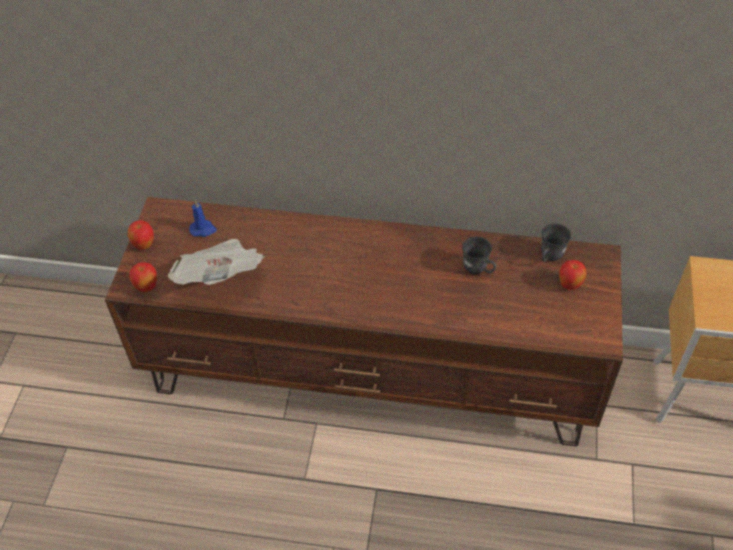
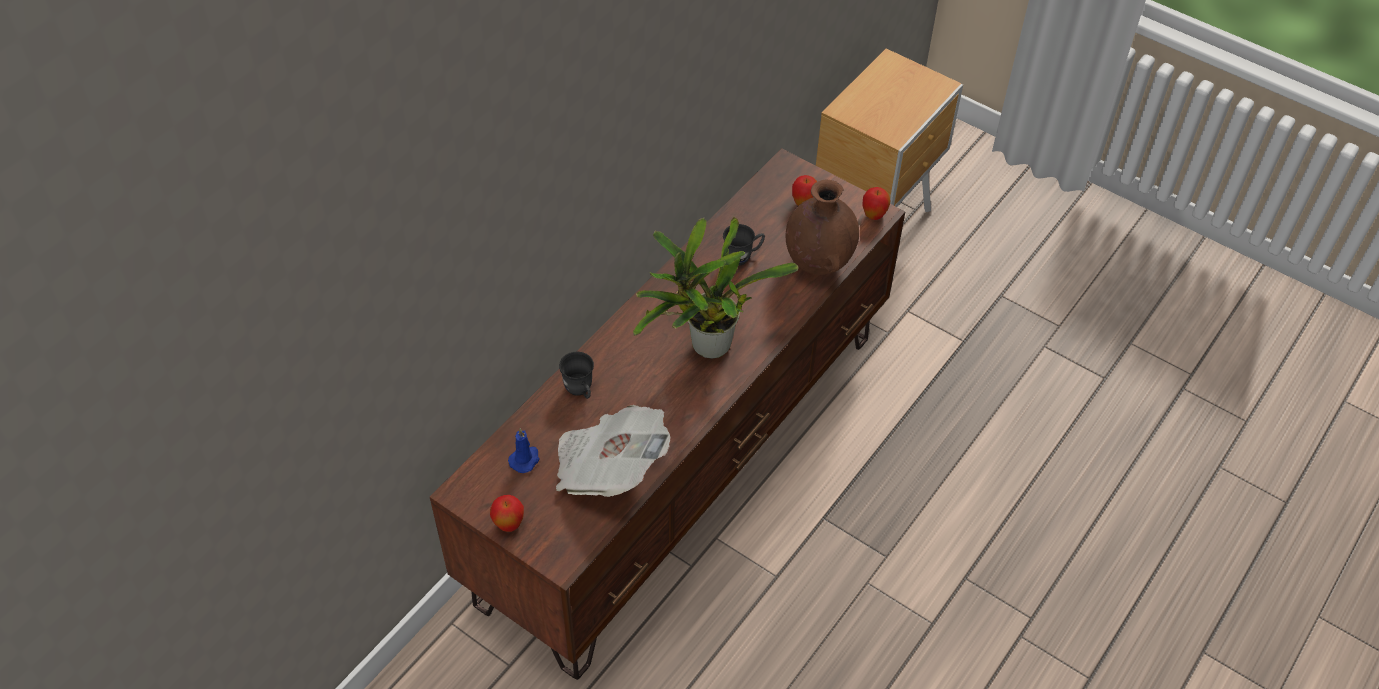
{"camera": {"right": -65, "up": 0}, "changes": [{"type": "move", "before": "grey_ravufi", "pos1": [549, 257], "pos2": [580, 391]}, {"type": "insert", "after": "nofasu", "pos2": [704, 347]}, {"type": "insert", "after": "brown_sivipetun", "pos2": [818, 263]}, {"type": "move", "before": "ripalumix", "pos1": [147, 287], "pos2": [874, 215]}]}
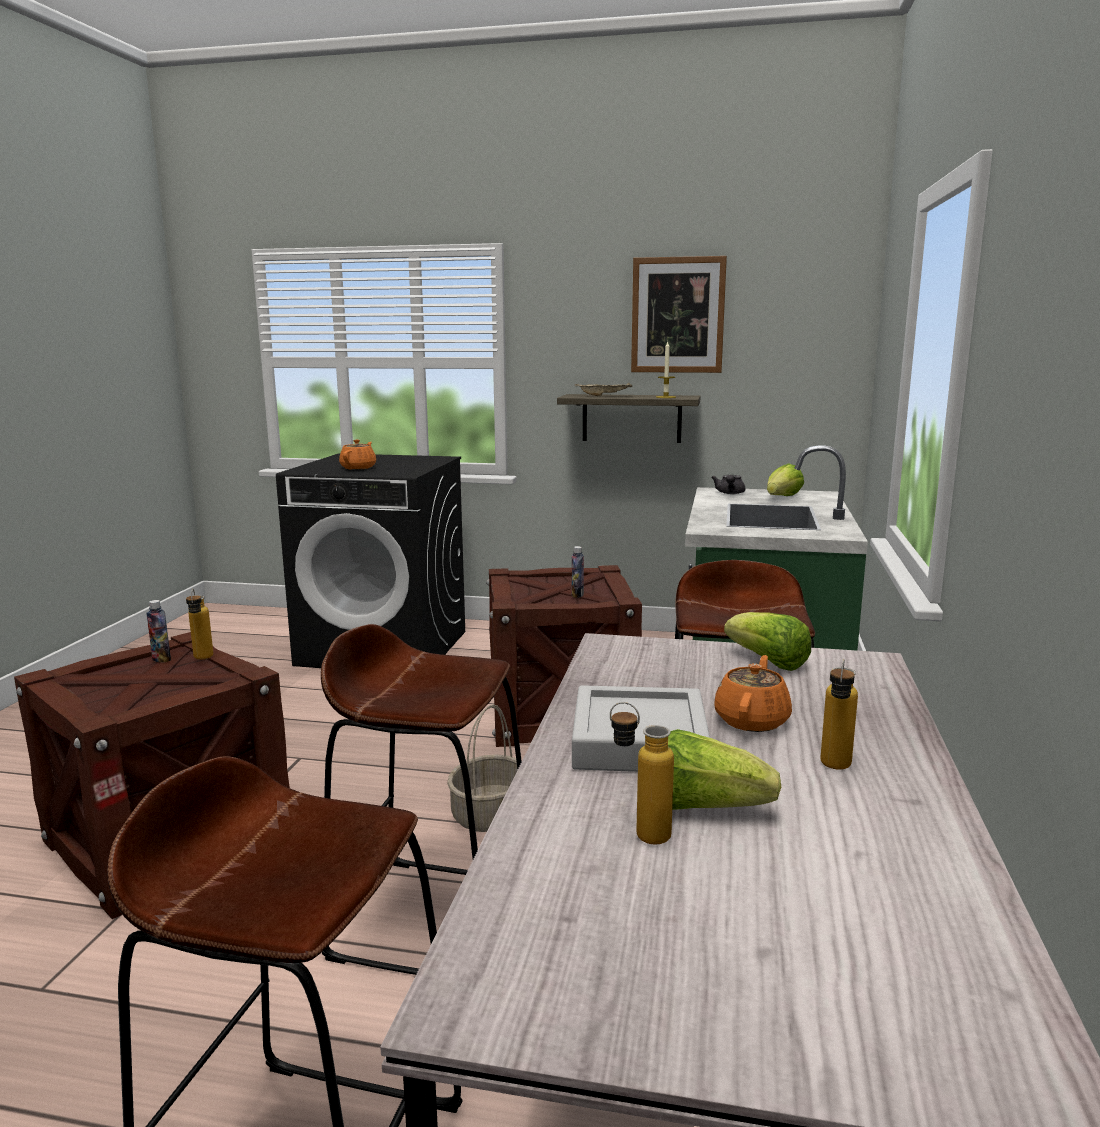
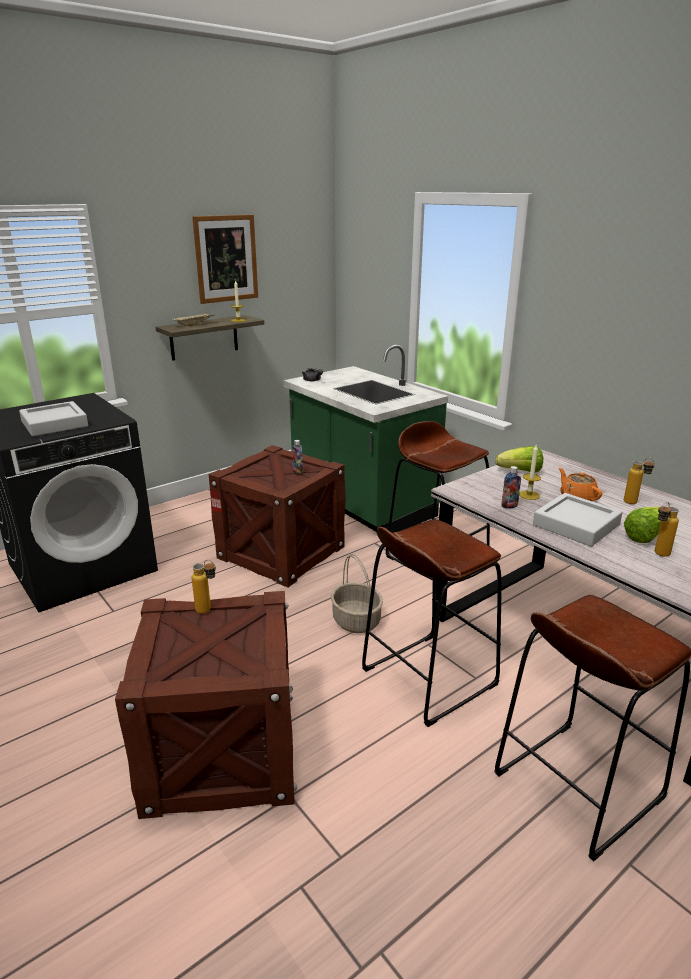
{"camera": {"right": -50, "up": 10}, "changes": [{"type": "replace", "before": "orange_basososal", "after": "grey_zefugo", "pos1": [359, 468], "pos2": [54, 424]}, {"type": "move", "before": "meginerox", "pos1": [161, 659], "pos2": [509, 506]}, {"type": "insert", "after": "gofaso", "pos2": [529, 495]}, {"type": "delete", "before": "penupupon", "pos1": [782, 498]}]}
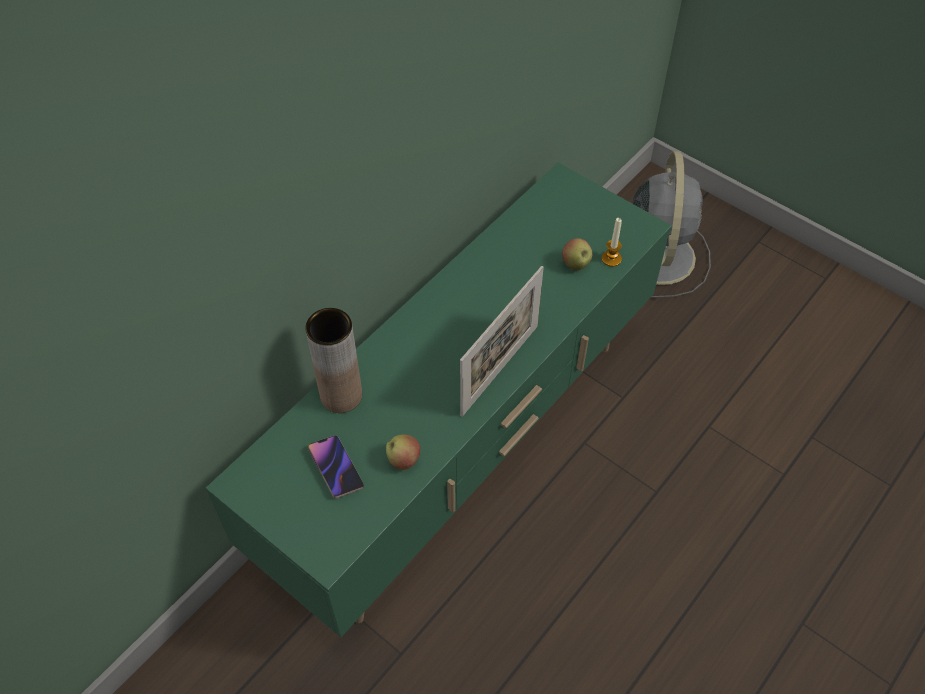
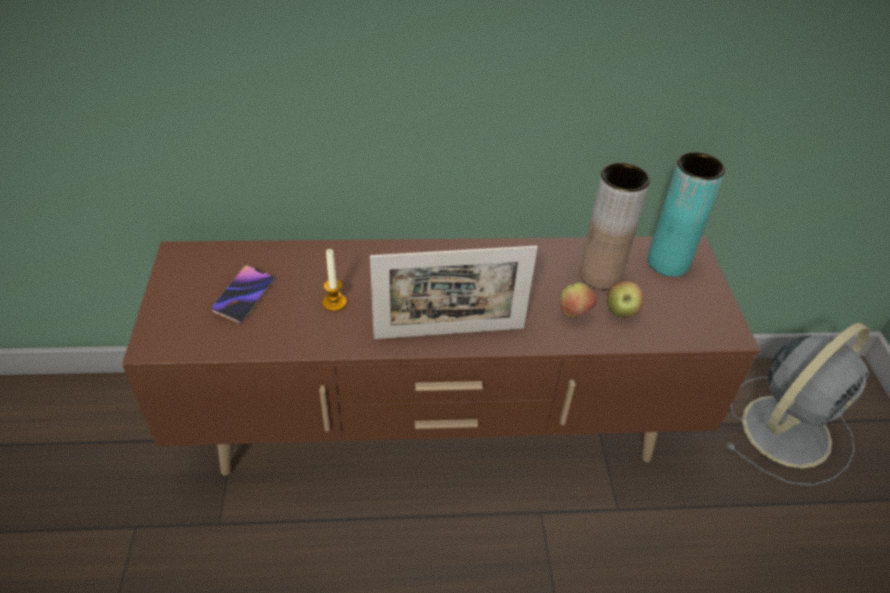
{"camera": {"right": 45, "up": -10}, "changes": [{"type": "recolor", "before": "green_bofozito", "after": "brown_bofozito", "pos1": [462, 449], "pos2": [439, 429]}, {"type": "move", "before": "gofaso", "pos1": [611, 259], "pos2": [334, 303]}, {"type": "move", "before": "ripalumix", "pos1": [404, 460], "pos2": [574, 313]}, {"type": "move", "before": "brown_sivipetun", "pos1": [341, 395], "pos2": [600, 275]}, {"type": "insert", "after": "turquoise_sivipetun", "pos2": [668, 263]}]}
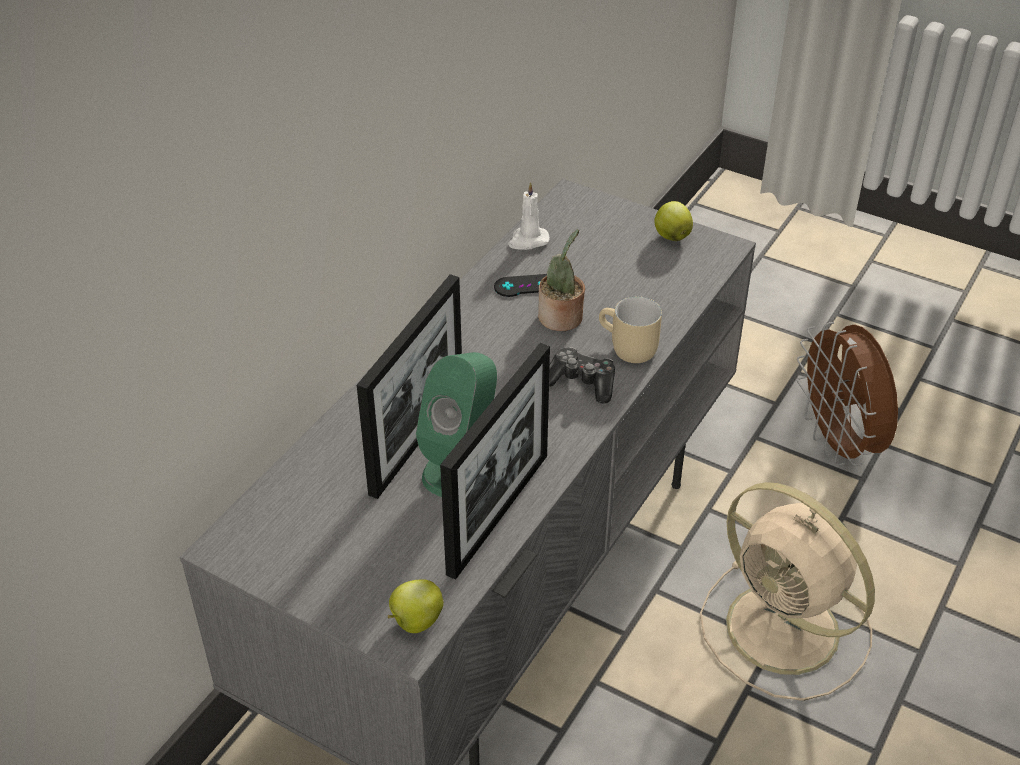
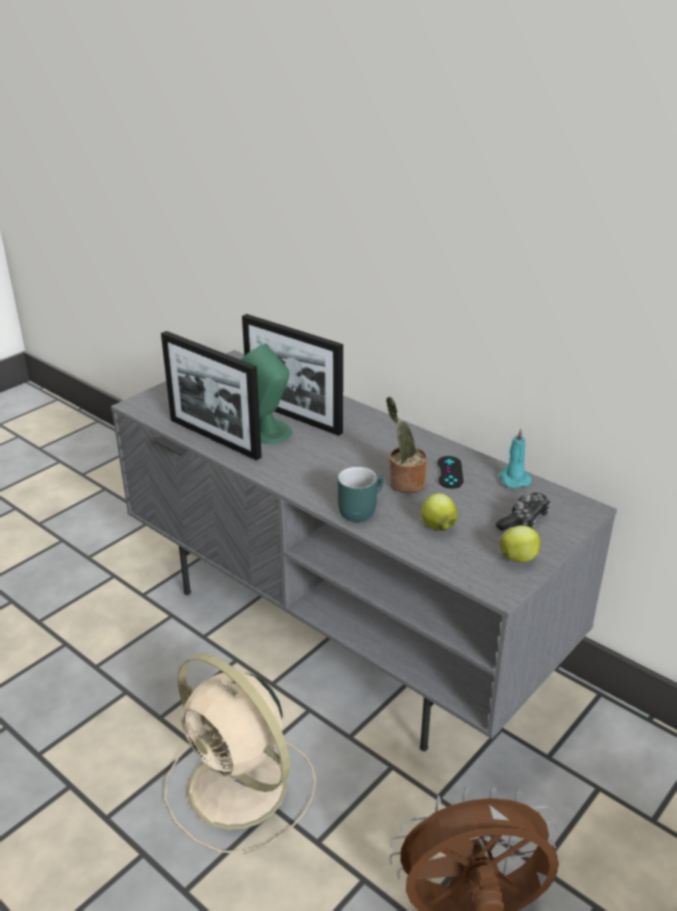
{"camera": {"right": 100, "up": -10}, "changes": [{"type": "rotate", "before": "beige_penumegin", "pos1": [786, 631], "pos2": [241, 789], "turn": -105}, {"type": "recolor", "before": "beige_ravufi", "after": "turquoise_ravufi", "pos1": [626, 349], "pos2": [359, 508]}, {"type": "move", "before": "ripalumix", "pos1": [415, 622], "pos2": [437, 526]}, {"type": "move", "before": "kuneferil", "pos1": [581, 383], "pos2": [524, 520]}, {"type": "recolor", "before": "white_gofaso", "after": "turquoise_gofaso", "pos1": [528, 240], "pos2": [513, 479]}]}
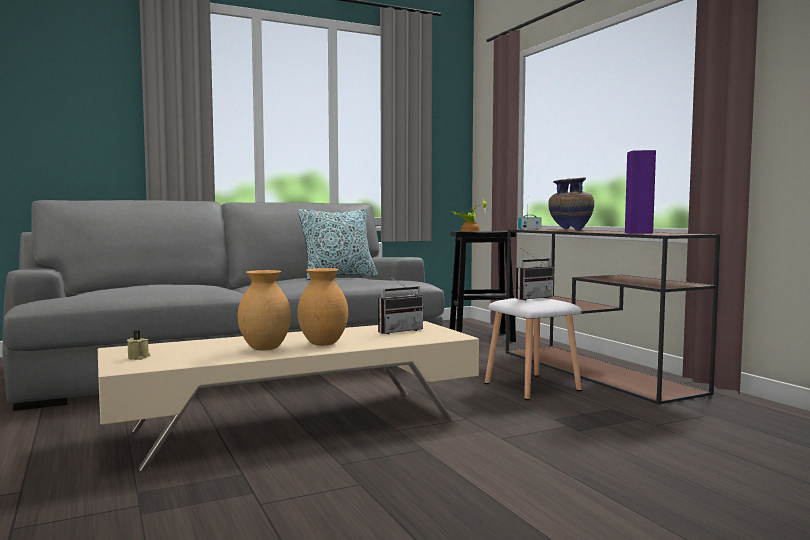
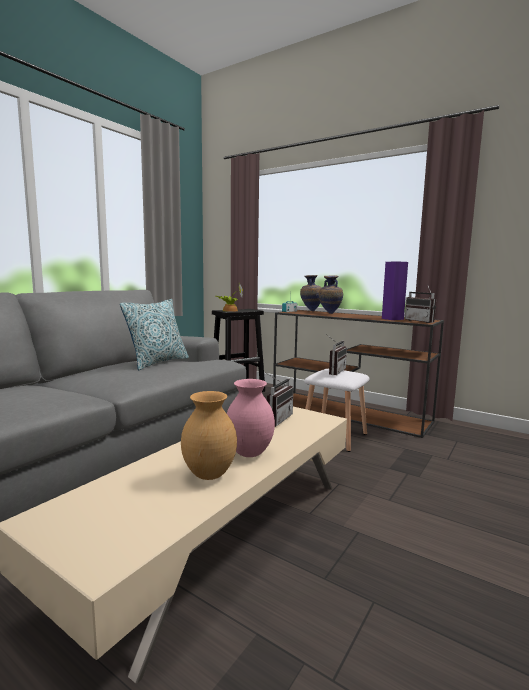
{"camera": {"right": -30, "up": 5}, "changes": [{"type": "recolor", "before": "brown_sivipetun", "after": "pink_sivipetun", "pos1": [322, 344], "pos2": [248, 453]}, {"type": "insert", "after": "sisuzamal", "pos2": [421, 321]}, {"type": "delete", "before": "beige_gofaso", "pos1": [139, 357]}]}
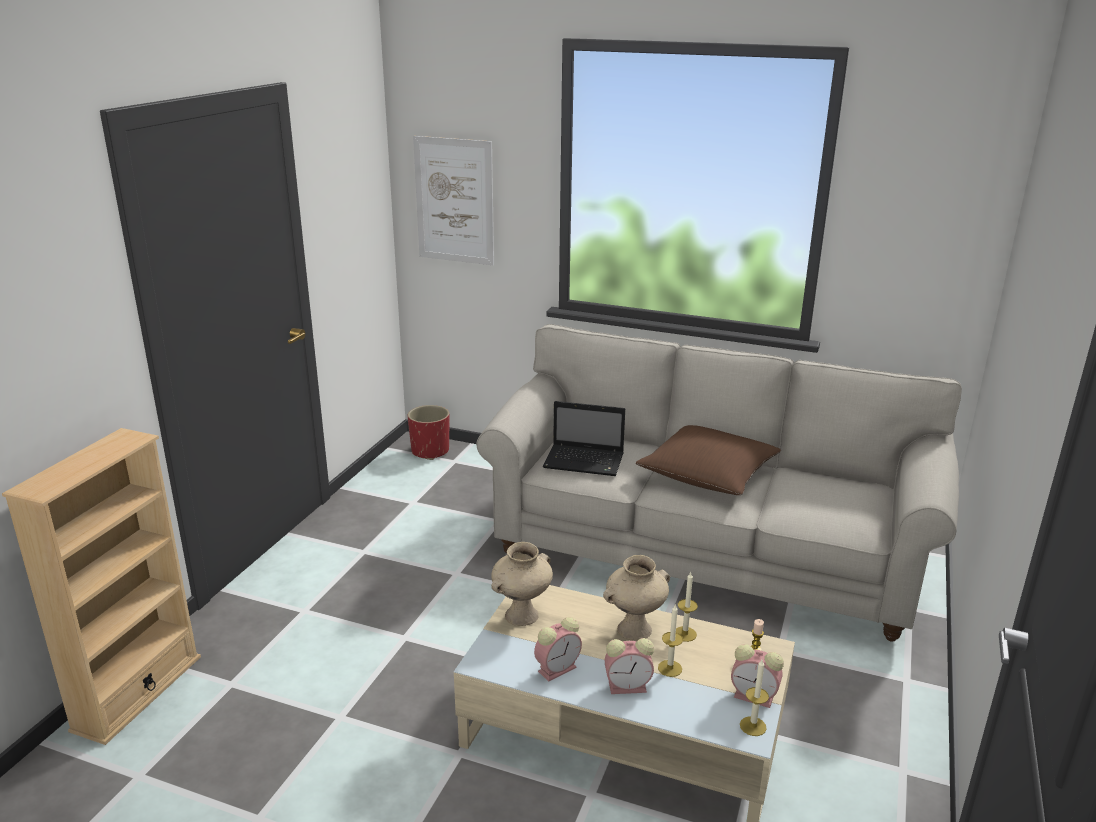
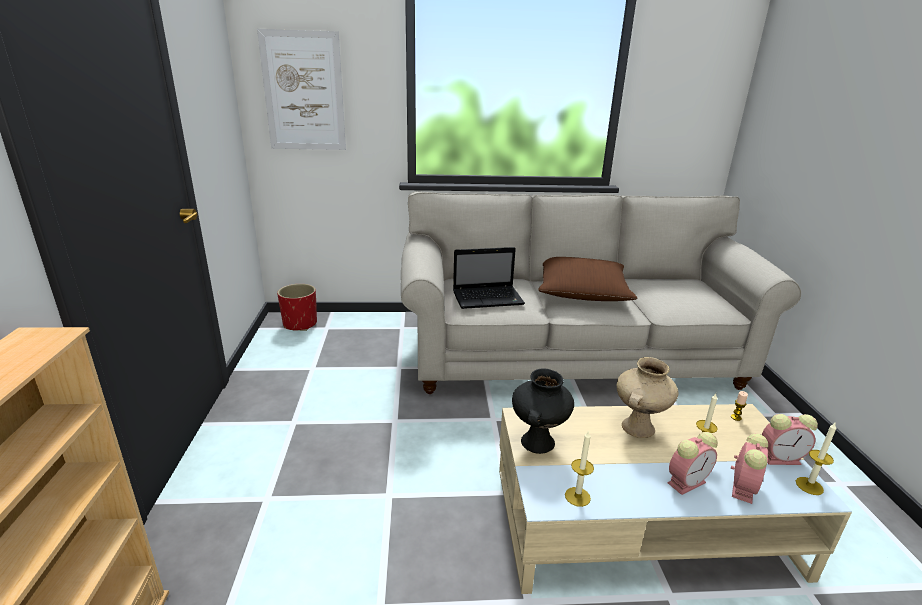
{"camera": {"right": -25, "up": 0}, "changes": [{"type": "recolor", "before": "beige_sivipetun", "after": "black_sivipetun", "pos1": [521, 616], "pos2": [538, 443]}, {"type": "move", "before": "gofaso", "pos1": [685, 634], "pos2": [577, 496]}, {"type": "move", "before": "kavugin", "pos1": [558, 668], "pos2": [742, 487]}]}
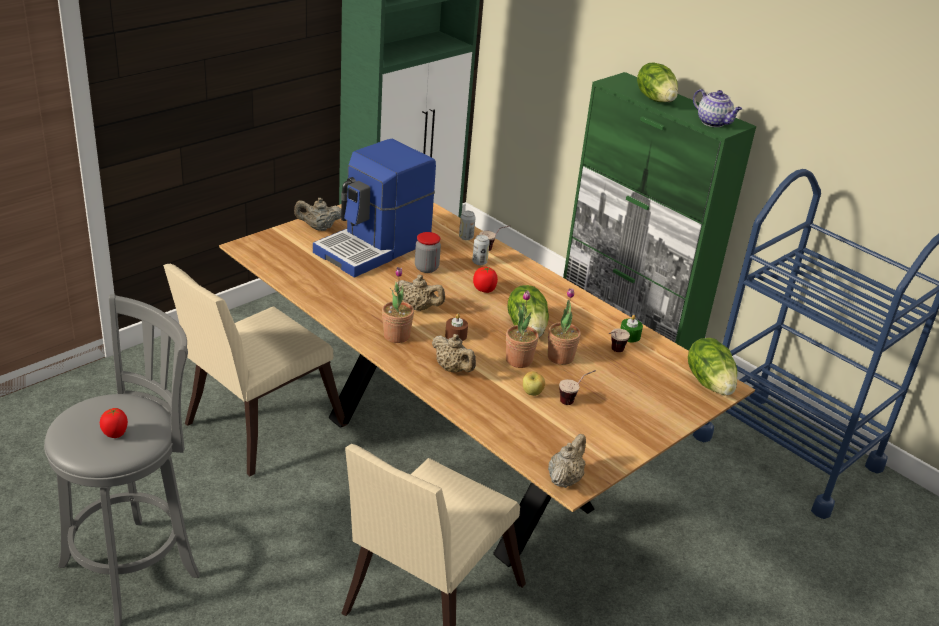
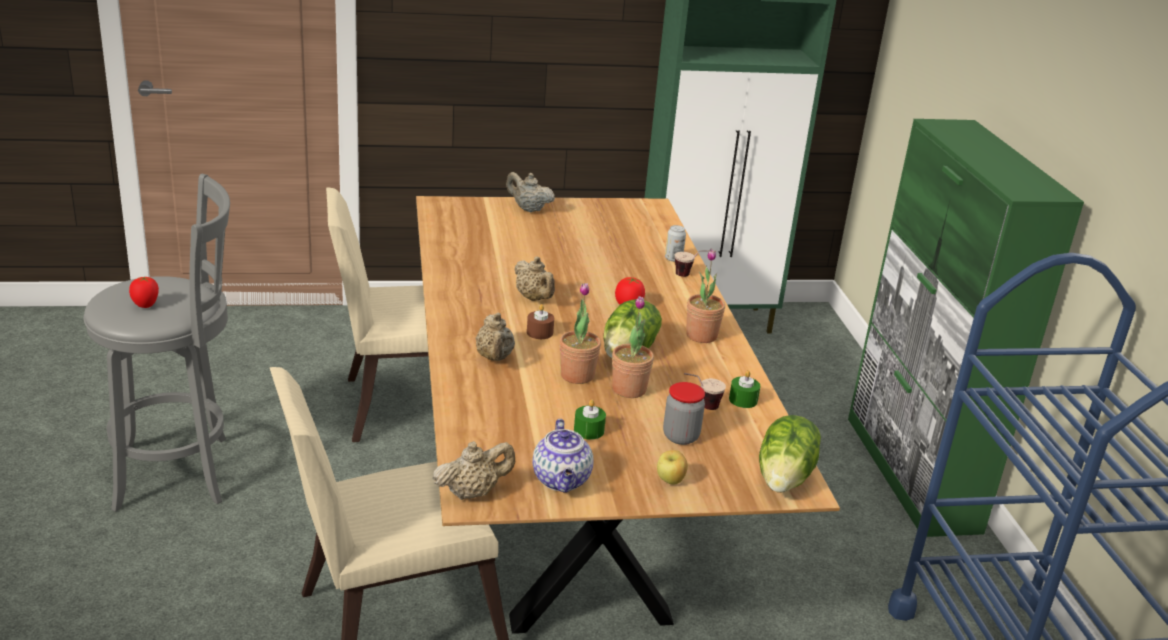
{"camera": {"right": 35, "up": -5}, "changes": [{"type": "move", "before": "basososal", "pos1": [714, 123], "pos2": [562, 481]}, {"type": "replace", "before": "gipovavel", "after": "green_gofaso", "pos1": [574, 400], "pos2": [589, 430]}, {"type": "move", "before": "ripalumix", "pos1": [532, 393], "pos2": [670, 481]}, {"type": "move", "before": "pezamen", "pos1": [426, 268], "pos2": [680, 436]}, {"type": "move", "before": "nofasu", "pos1": [396, 336], "pos2": [701, 336]}, {"type": "delete", "before": "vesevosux", "pos1": [375, 247]}, {"type": "delete", "before": "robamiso", "pos1": [479, 262]}, {"type": "delete", "before": "penupupon", "pos1": [656, 99]}]}
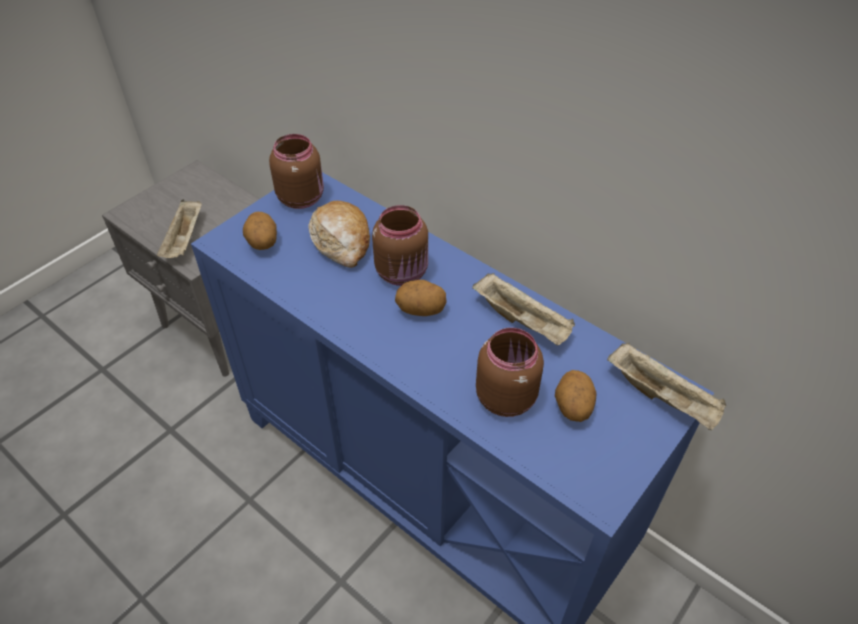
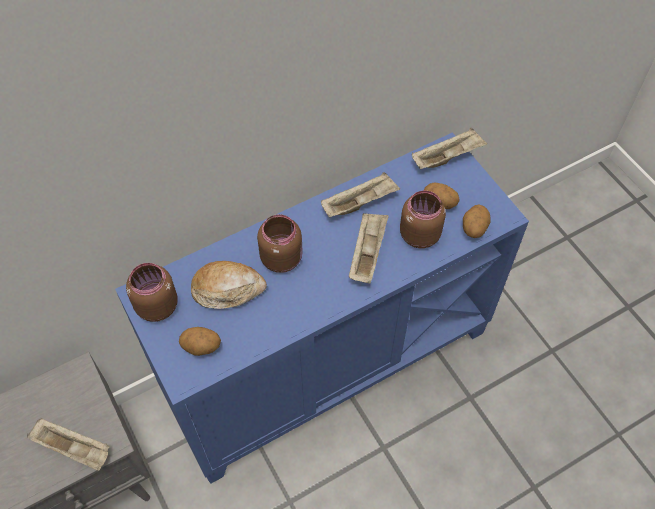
{"camera": {"right": -70, "up": 10}, "changes": [{"type": "insert", "after": "beige_zefugo", "pos2": [367, 253]}, {"type": "move", "before": "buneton", "pos1": [421, 310], "pos2": [473, 228]}]}
